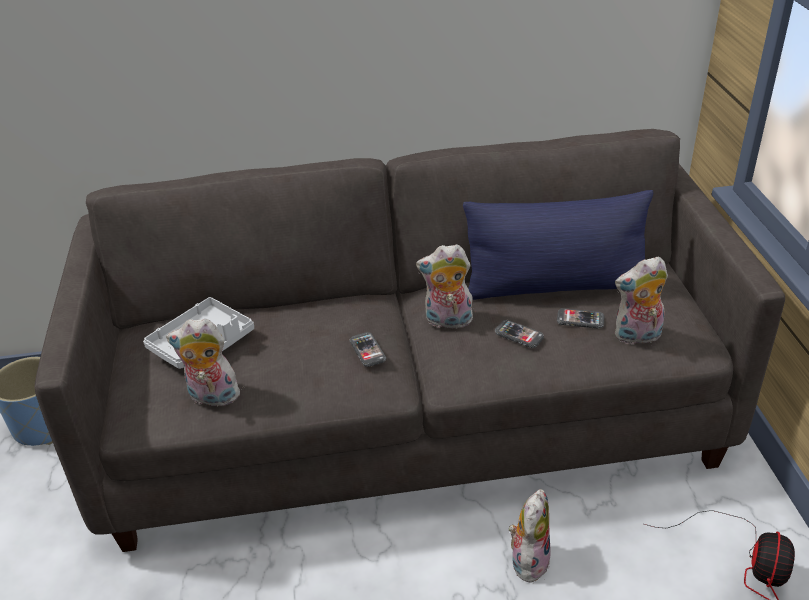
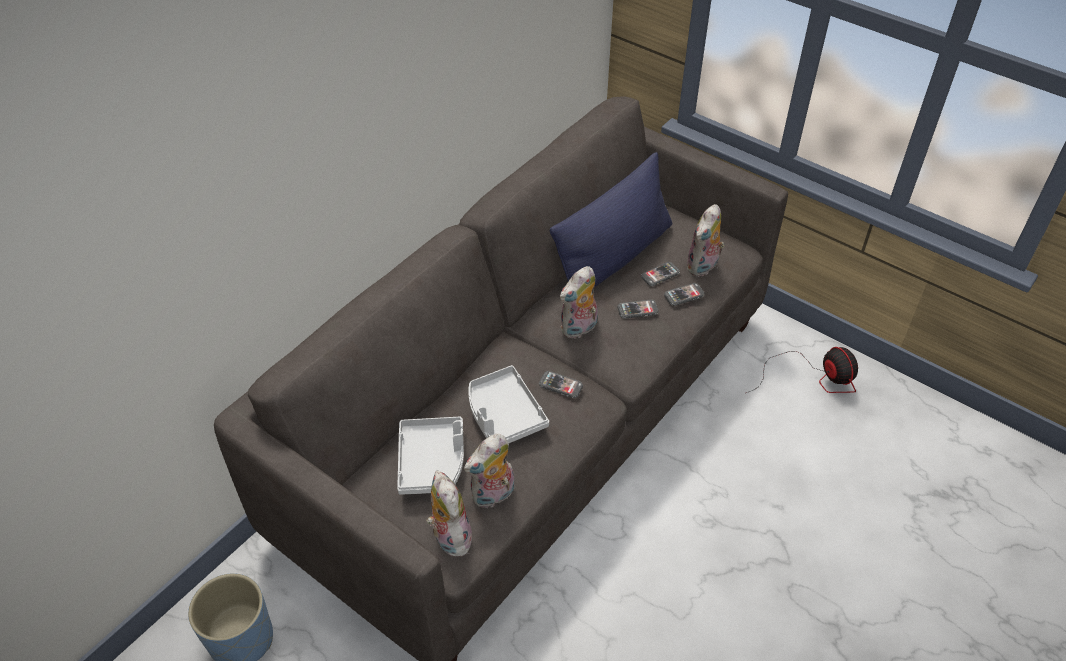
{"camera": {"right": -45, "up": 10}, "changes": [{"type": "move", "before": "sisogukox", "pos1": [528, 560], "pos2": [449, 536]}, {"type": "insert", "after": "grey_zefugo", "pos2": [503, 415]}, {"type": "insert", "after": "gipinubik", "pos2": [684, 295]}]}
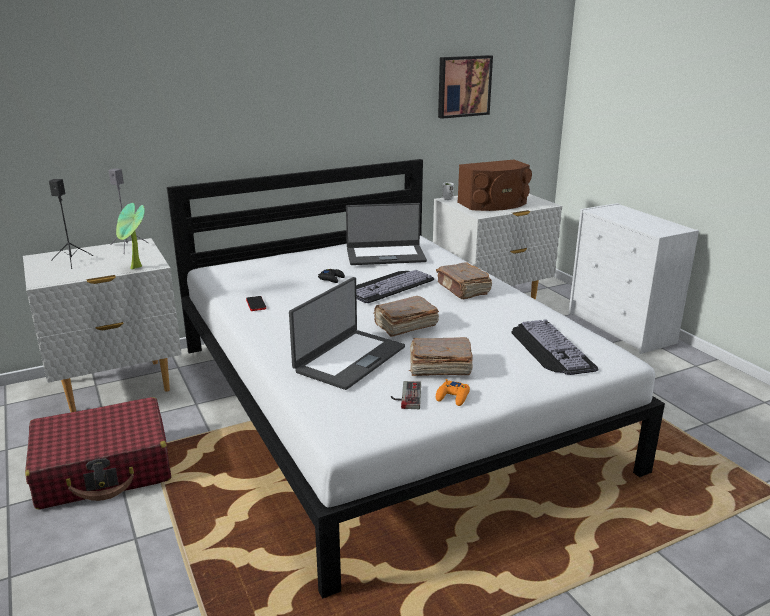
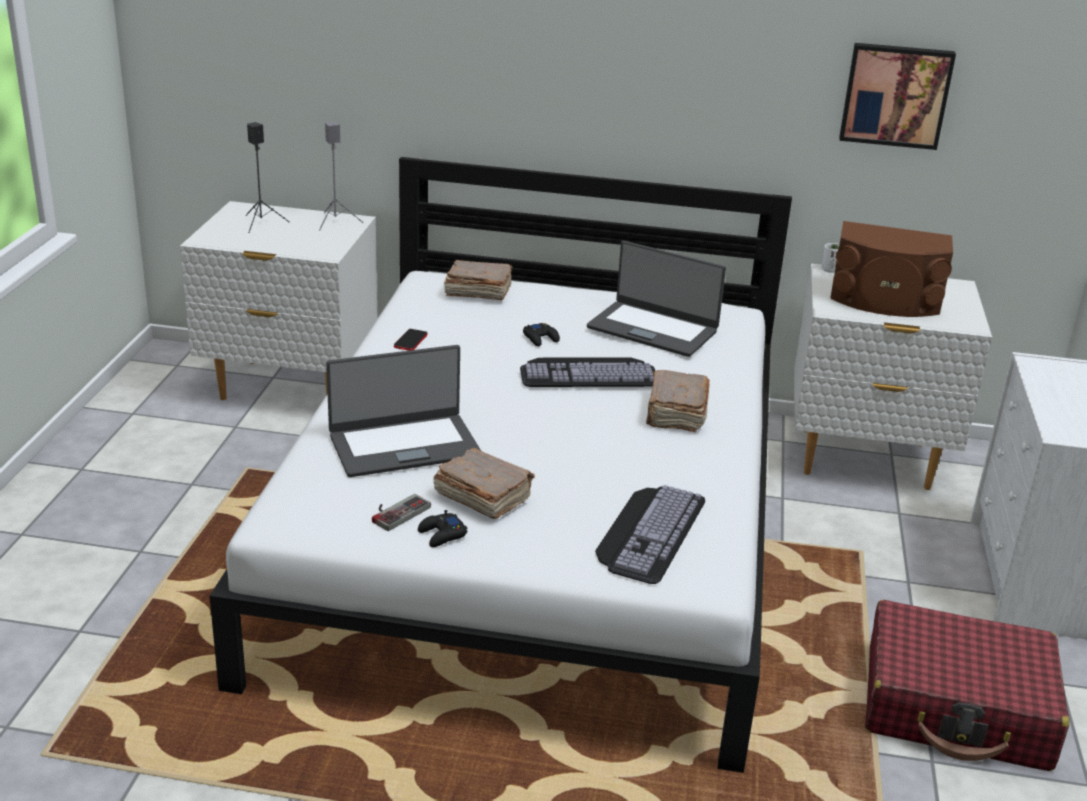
{"camera": {"right": 35, "up": 5}, "changes": [{"type": "recolor", "before": "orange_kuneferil", "after": "black_kuneferil", "pos1": [453, 397], "pos2": [442, 535]}, {"type": "move", "before": "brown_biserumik", "pos1": [405, 326], "pos2": [477, 292]}, {"type": "move", "before": "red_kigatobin", "pos1": [104, 468], "pos2": [956, 707]}, {"type": "delete", "before": "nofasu", "pos1": [136, 268]}]}
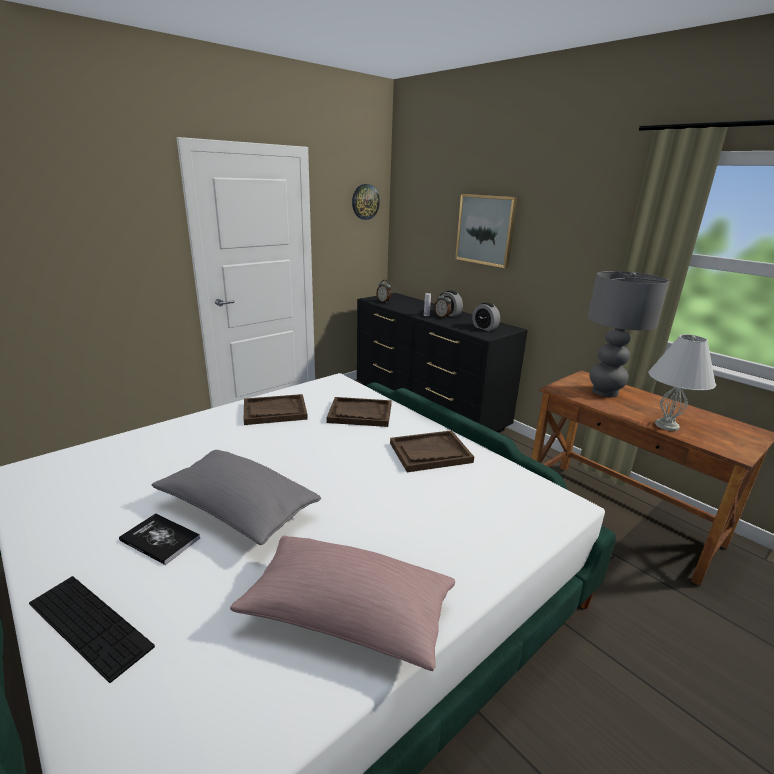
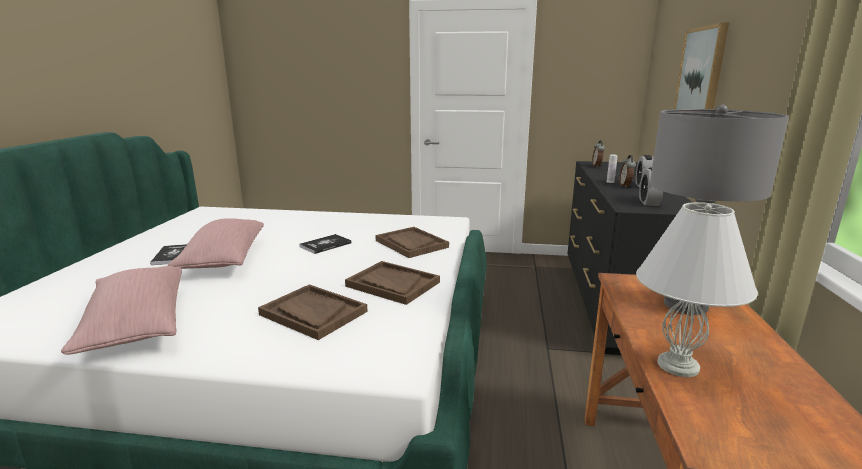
{"camera": {"right": 50, "up": -5}, "changes": [{"type": "recolor", "before": "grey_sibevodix", "after": "pink_sibevodix", "pos1": [237, 510], "pos2": [223, 259]}, {"type": "move", "before": "brown_zefugo", "pos1": [274, 411], "pos2": [313, 313]}, {"type": "insert", "after": "biserumik", "pos2": [325, 245]}, {"type": "delete", "before": "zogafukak", "pos1": [89, 624]}, {"type": "delete", "before": "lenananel", "pos1": [365, 202]}]}
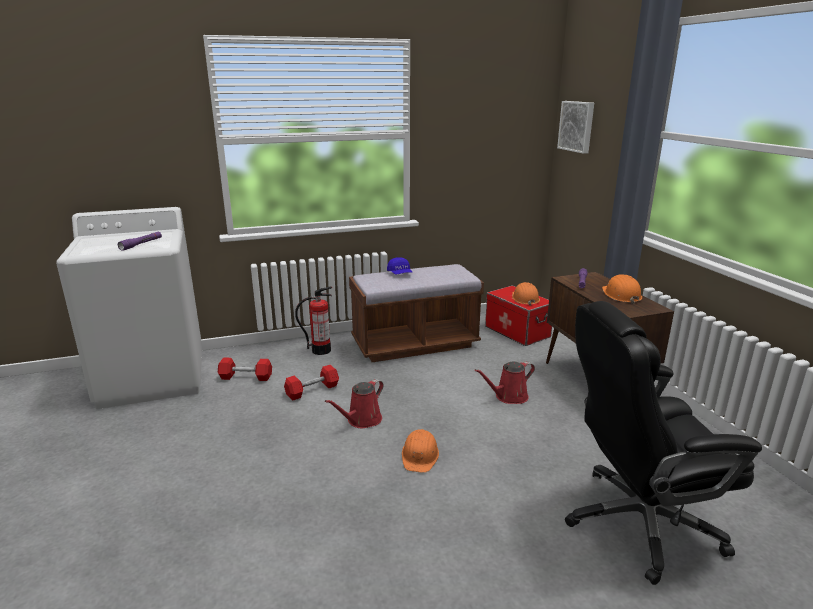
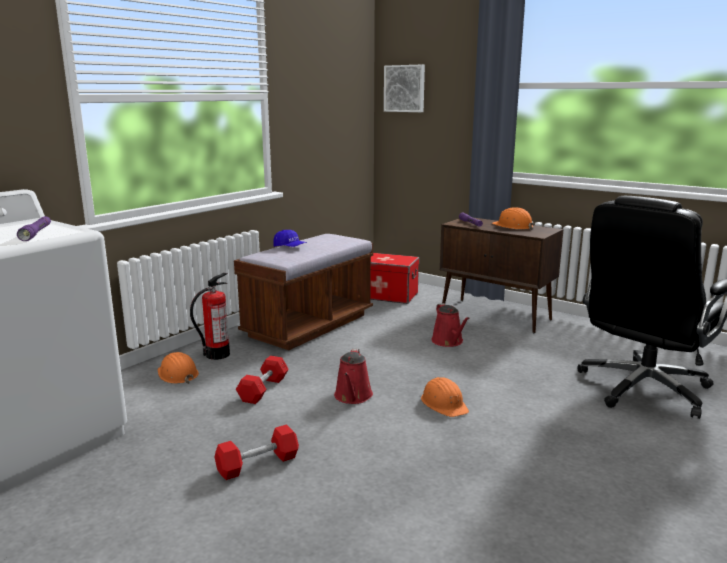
{"camera": {"right": -35, "up": -5}, "changes": [{"type": "move", "before": "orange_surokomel", "pos1": [525, 298], "pos2": [177, 374]}, {"type": "move", "before": "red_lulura", "pos1": [246, 377], "pos2": [258, 464]}, {"type": "rotate", "before": "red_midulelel", "pos1": [508, 397], "pos2": [448, 342], "turn": -45}]}
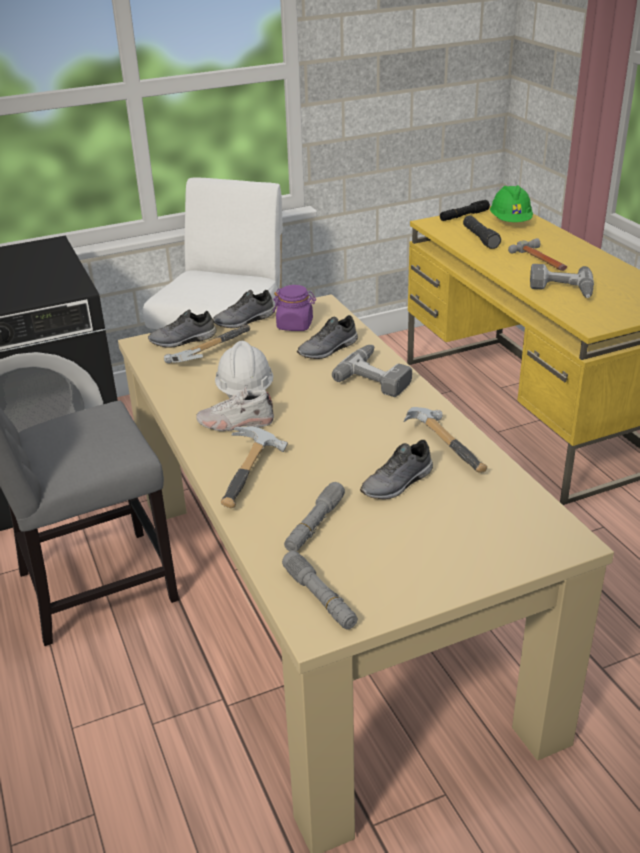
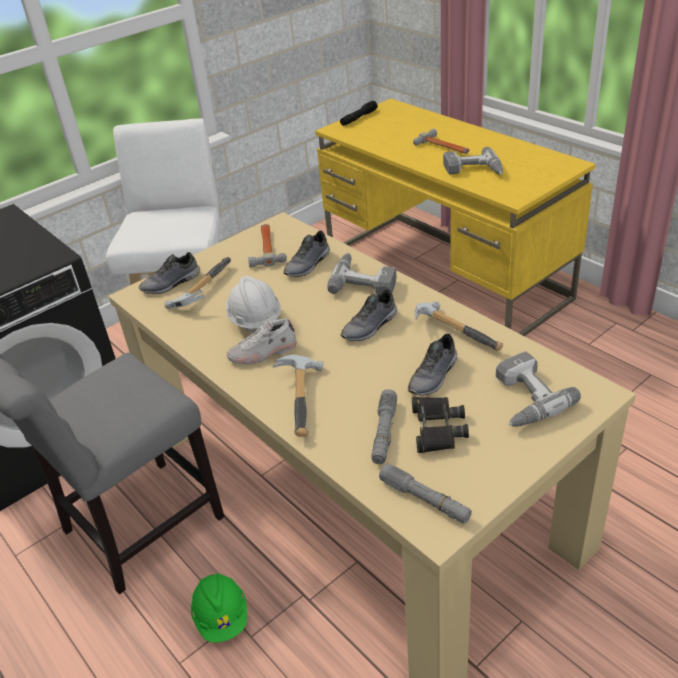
{"camera": {"right": -15, "up": 5}, "changes": [{"type": "move", "before": "green_surokomel", "pos1": [510, 222], "pos2": [222, 617]}, {"type": "replace", "before": "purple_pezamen", "after": "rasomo", "pos1": [295, 325], "pos2": [266, 248]}, {"type": "move", "before": "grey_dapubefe", "pos1": [245, 321], "pos2": [370, 327]}, {"type": "insert", "after": "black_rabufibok", "pos2": [437, 428]}, {"type": "insert", "after": "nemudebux", "pos2": [523, 399]}, {"type": "delete", "before": "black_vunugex", "pos1": [480, 239]}]}
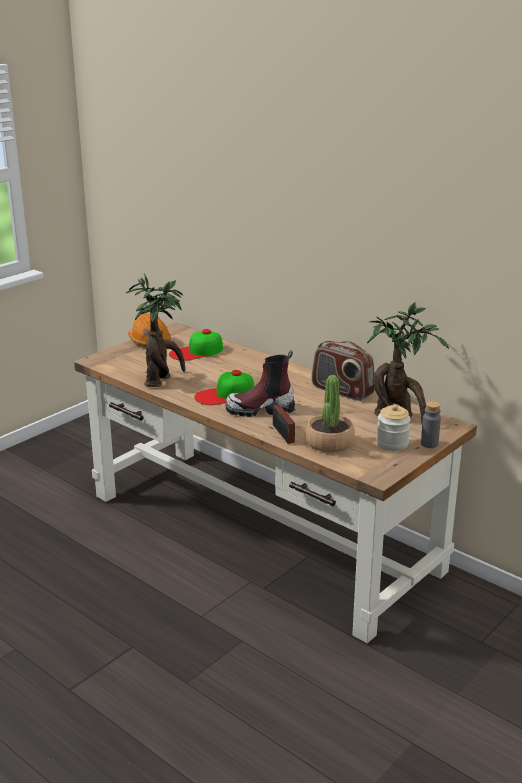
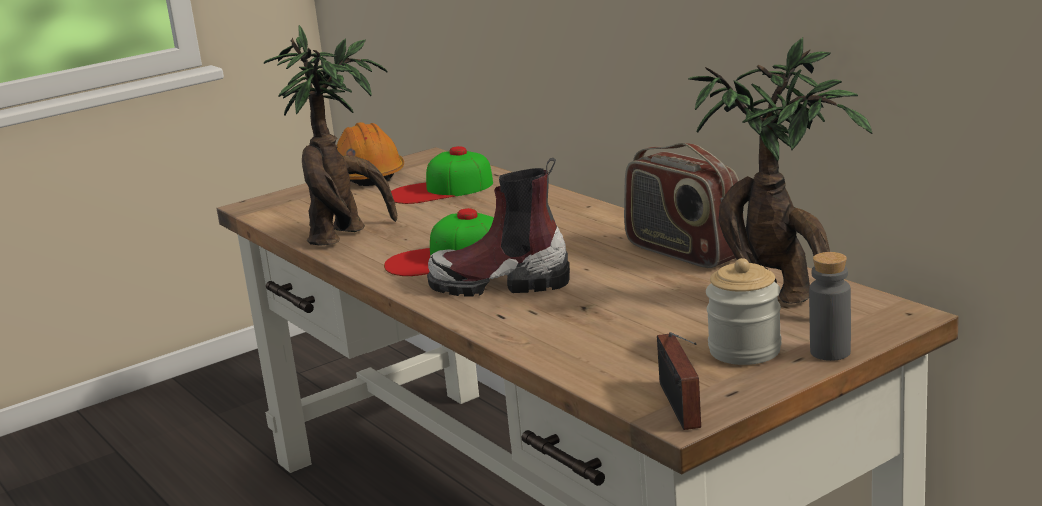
{"camera": {"right": 15, "up": -5}, "changes": [{"type": "move", "before": "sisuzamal", "pos1": [283, 435], "pos2": [679, 408]}, {"type": "delete", "before": "nofasu", "pos1": [329, 442]}]}
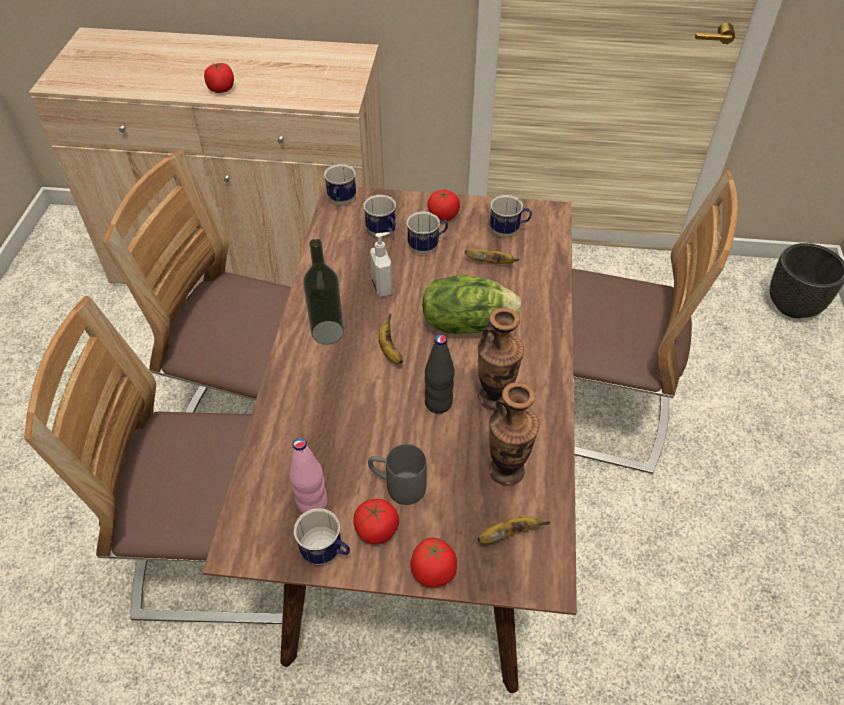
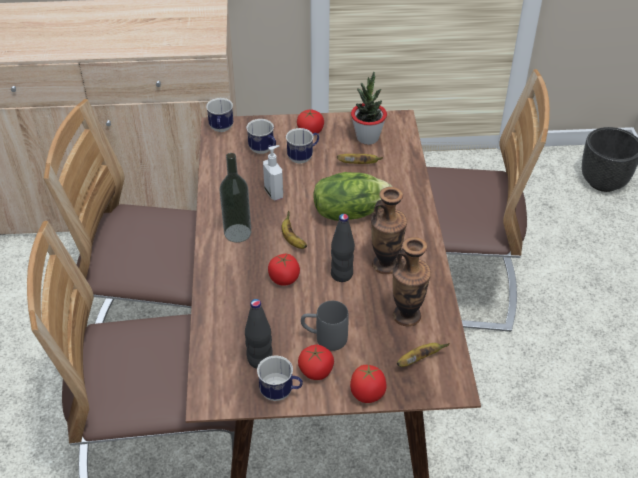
{"camera": {"right": -10, "up": -5}, "changes": [{"type": "recolor", "before": "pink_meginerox", "after": "black_meginerox", "pos1": [312, 503], "pos2": [260, 360]}, {"type": "move", "before": "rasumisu", "pos1": [221, 89], "pos2": [284, 278]}, {"type": "replace", "before": "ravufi", "after": "nofasu", "pos1": [508, 231], "pos2": [367, 137]}]}
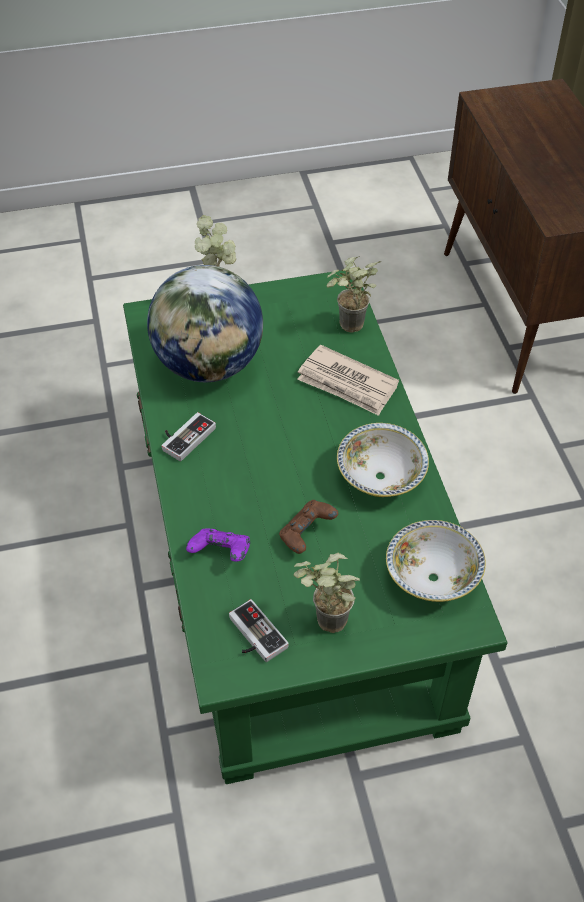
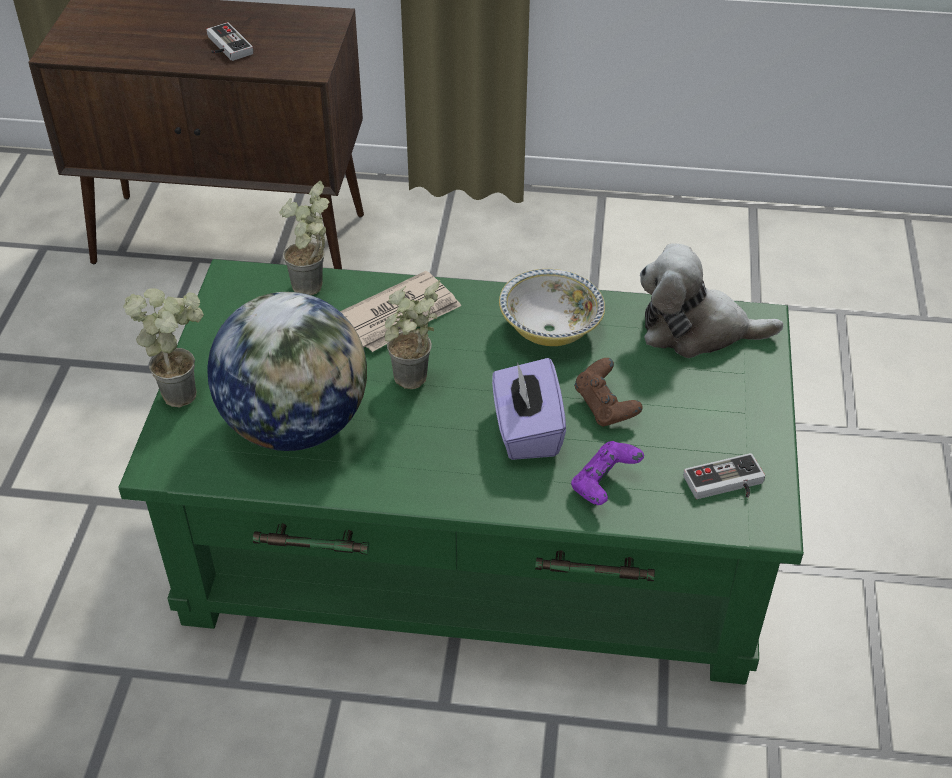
{"camera": {"right": -70, "up": -5}, "changes": [{"type": "move", "before": "kuneferil", "pos1": [184, 436], "pos2": [225, 47]}, {"type": "move", "before": "nofasu", "pos1": [323, 624], "pos2": [411, 386]}, {"type": "insert", "after": "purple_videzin", "pos2": [526, 431]}, {"type": "replace", "before": "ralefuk", "after": "sisogukox", "pos1": [432, 577], "pos2": [696, 330]}]}
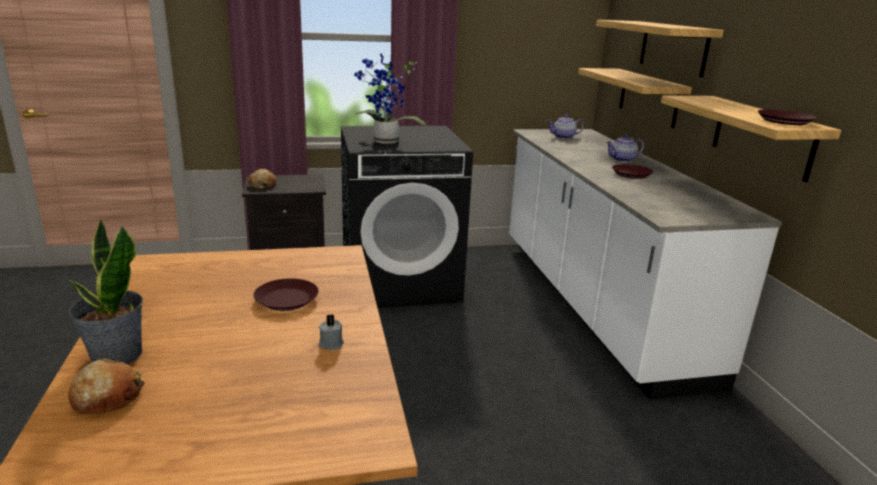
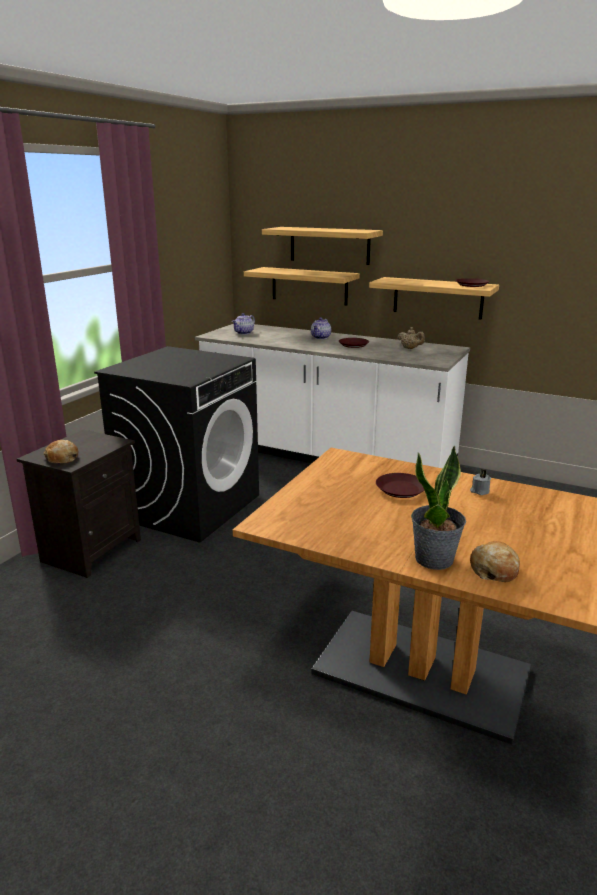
{"camera": {"right": -50, "up": 0}, "changes": [{"type": "insert", "after": "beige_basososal", "pos2": [410, 348]}, {"type": "delete", "before": "nofasu", "pos1": [384, 142]}]}
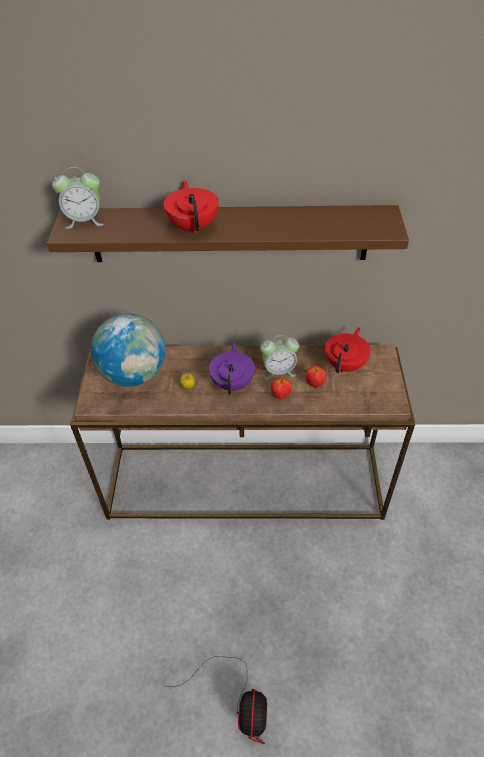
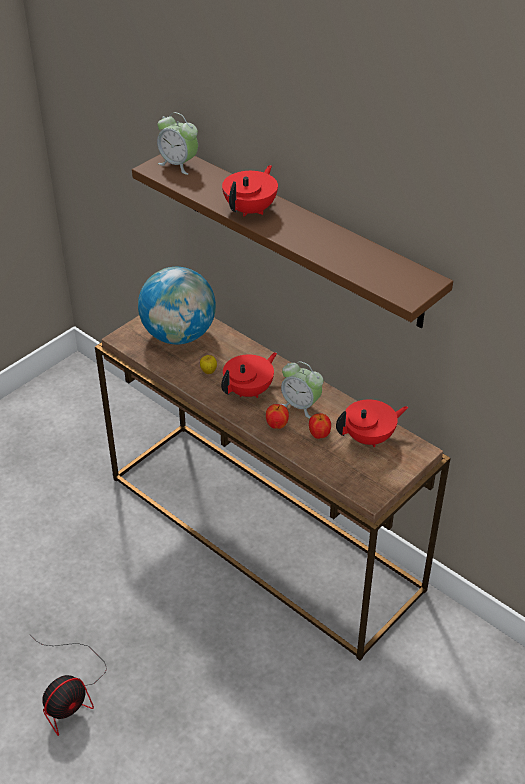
{"camera": {"right": 40, "up": -5}, "changes": [{"type": "recolor", "before": "purple_basososal", "after": "red_basososal", "pos1": [233, 383], "pos2": [249, 390]}]}
